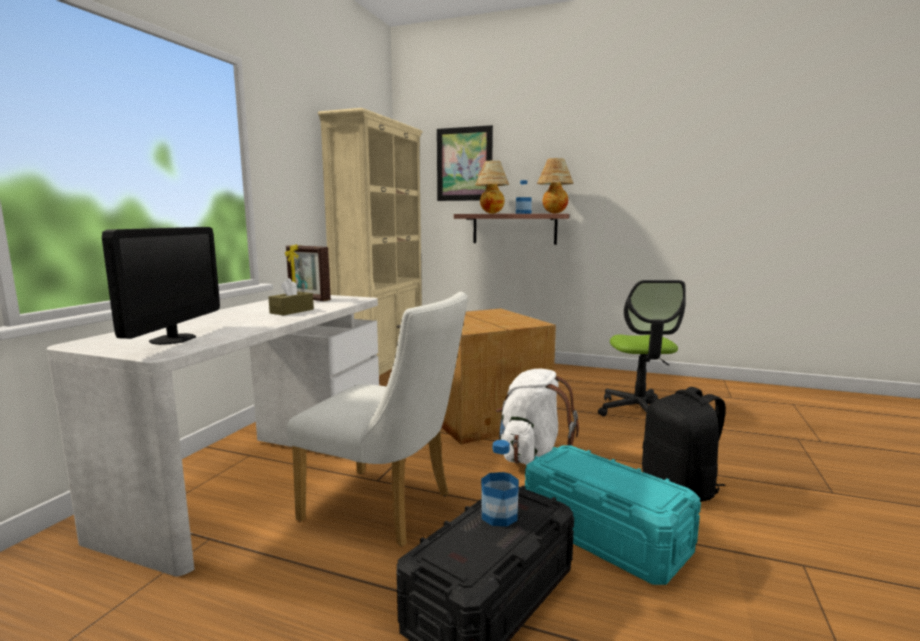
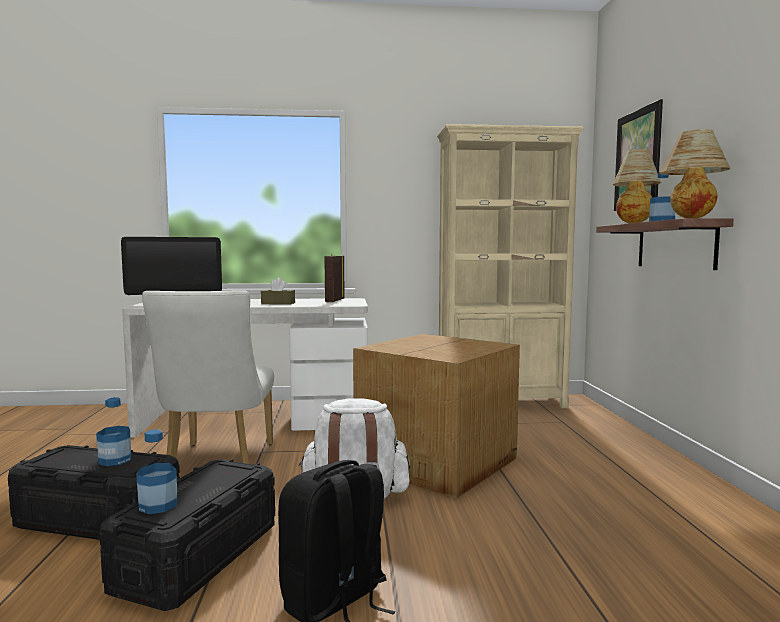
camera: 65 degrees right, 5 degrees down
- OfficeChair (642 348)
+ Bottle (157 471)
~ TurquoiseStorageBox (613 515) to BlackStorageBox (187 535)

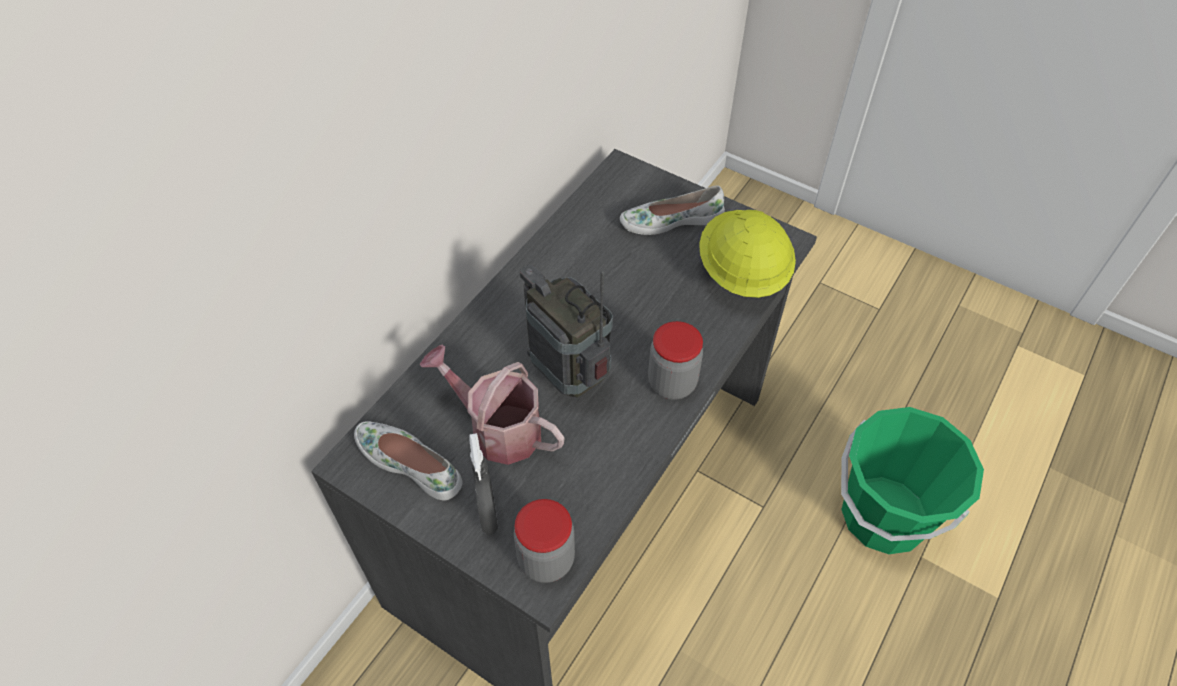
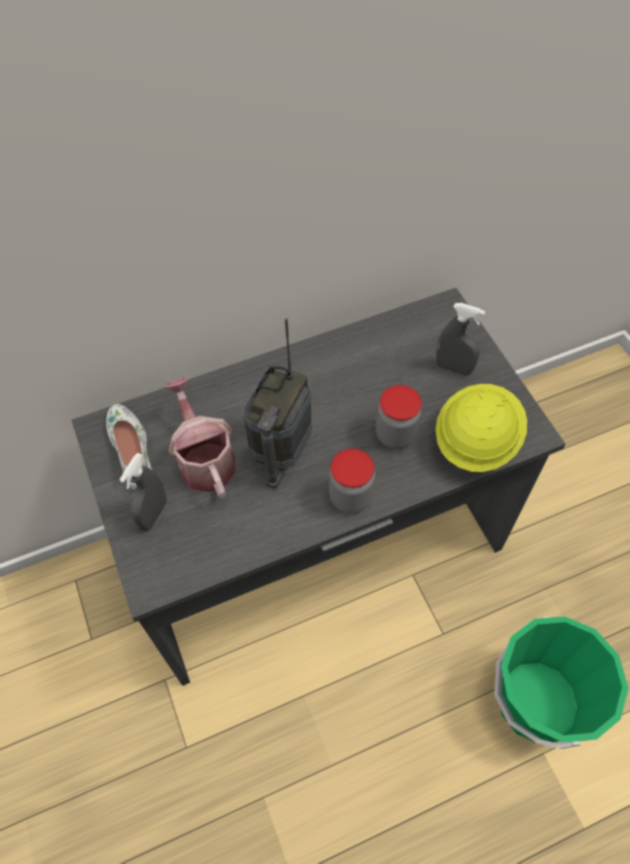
camera: 35 degrees right, 5 degrees up
~ Jar (544 541) to (399 417)
~ WhiteShoe (672 210) to GreySprayBottle (460 339)
~ Radio (566 331) = (277 403) 150 degrees counterclockwise

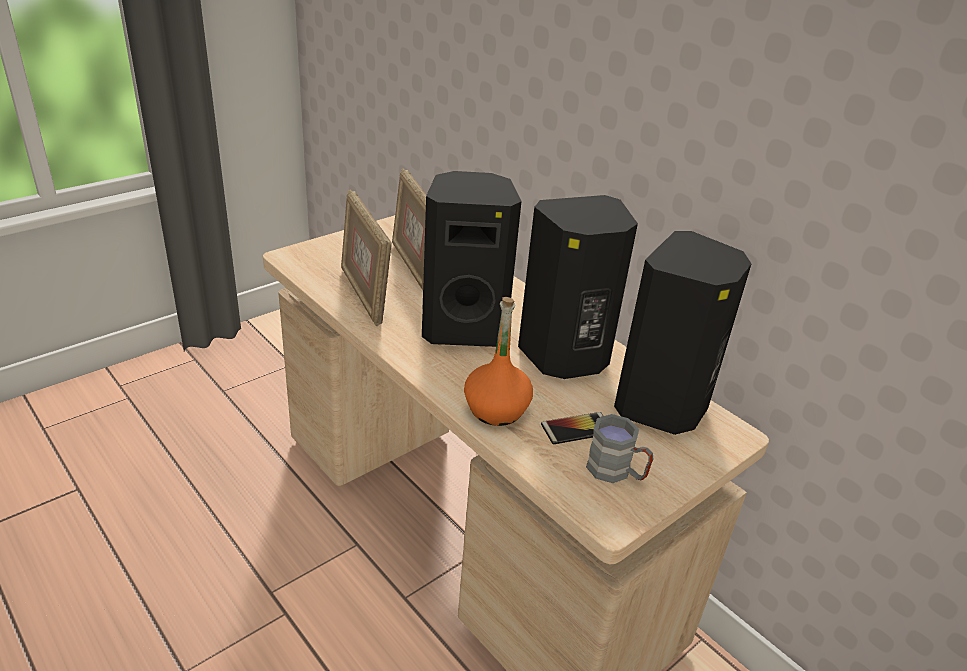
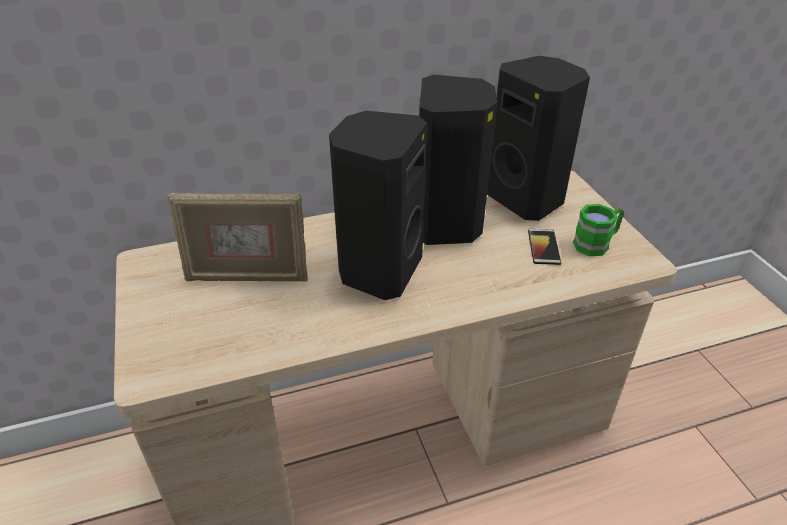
camera: 65 degrees left, 5 degrees up
- PictureFrame (366 258)
- OrangeBottle (498 361)
~ GreyMug (619 448) to GreenMug (598 230)

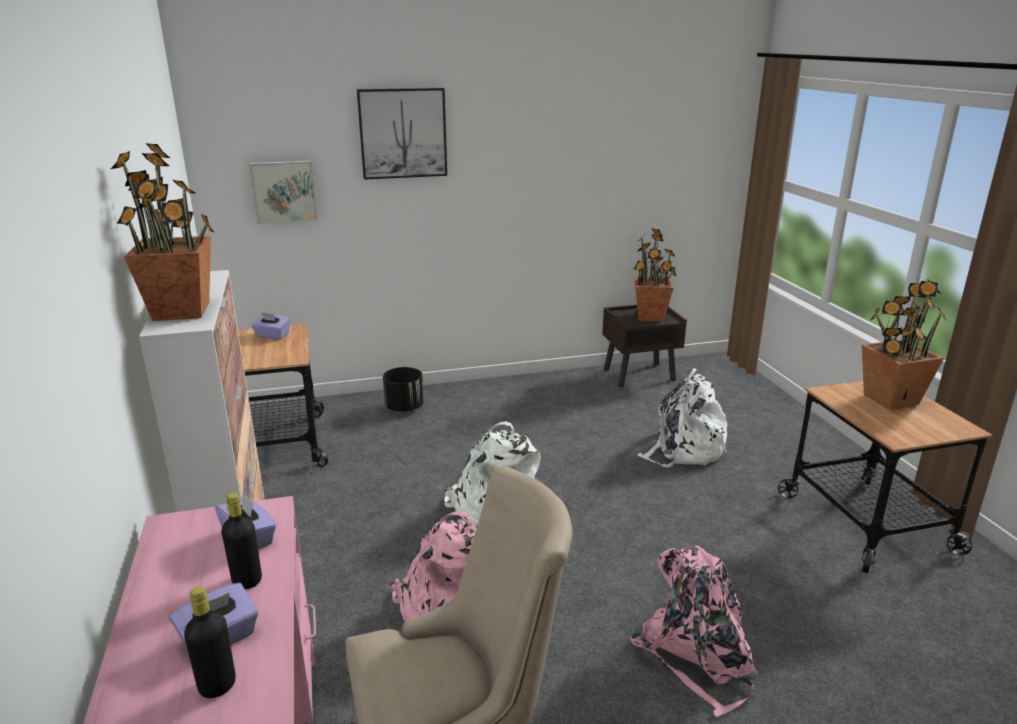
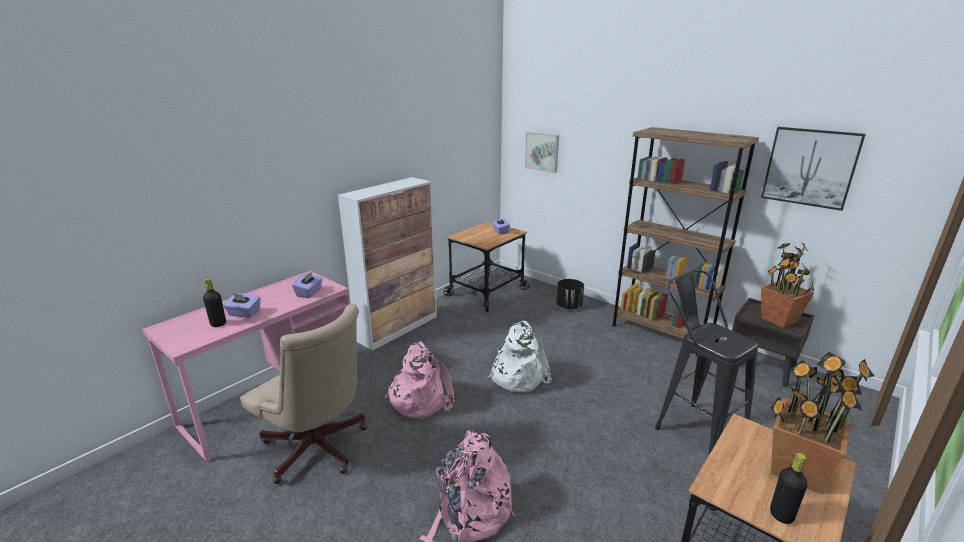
camera: 55 degrees right, 0 degrees up
- PottedPlant (162 232)
+ BrownBookcase (685 241)
~ BlackBottle (241 541) to (789 488)
~ Picture (402 134) to (813 169)
~ WhiteBackpack (682 418) to BlackStool (706 362)

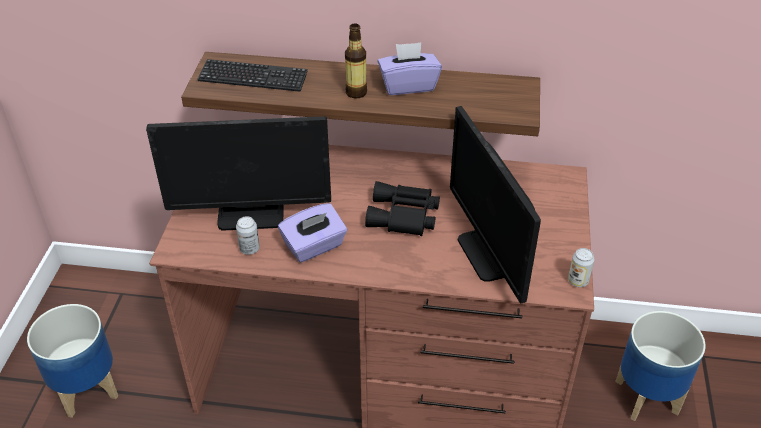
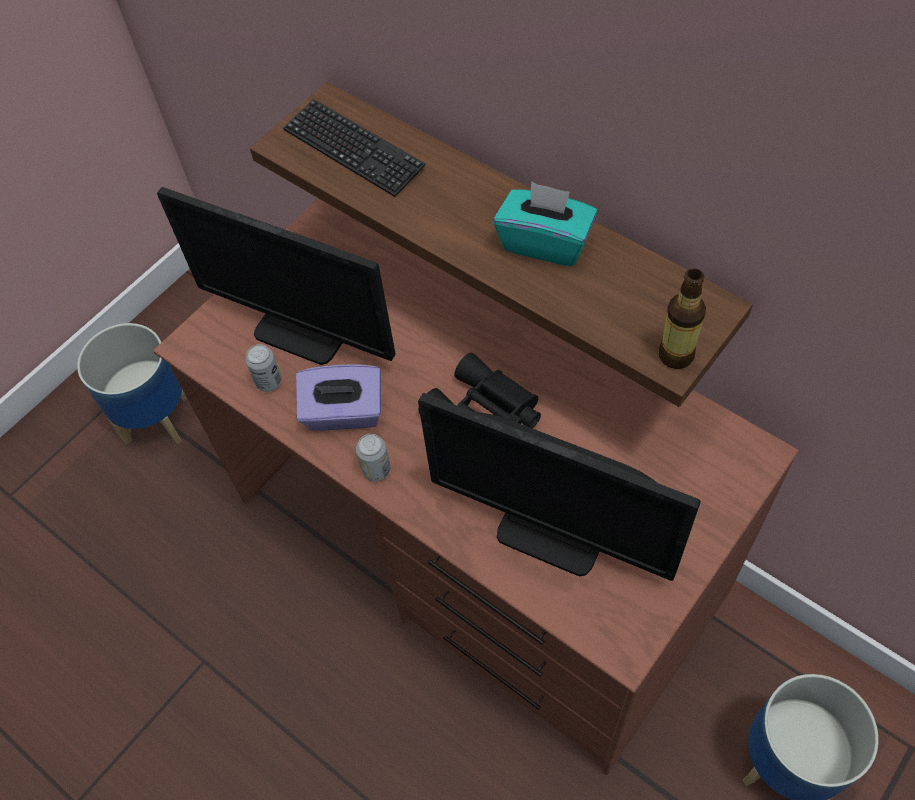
camera: 35 degrees right, 15 degrees up
~ Bottle (356 60) to (682 318)
~ Can (581 267) to (373 458)
~ PurpleTissueBox (409 68) to TurquoiseTissueBox (545 223)
~ Monitor (495 205) = (559 487) 75 degrees counterclockwise

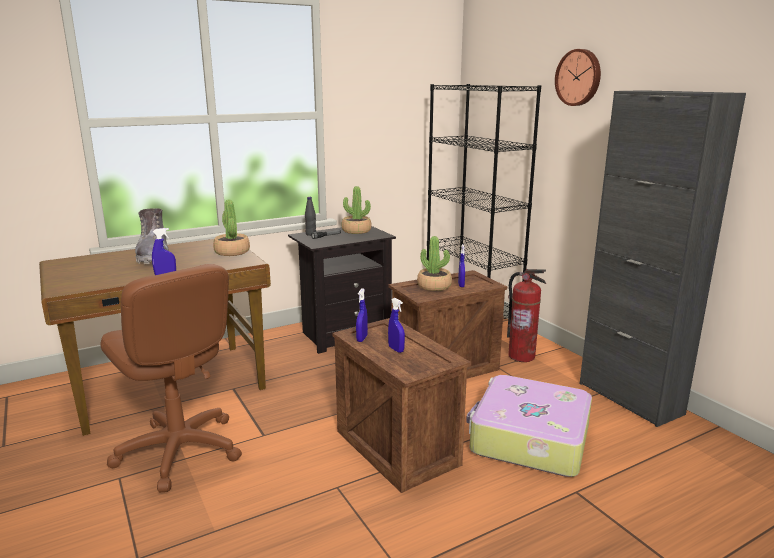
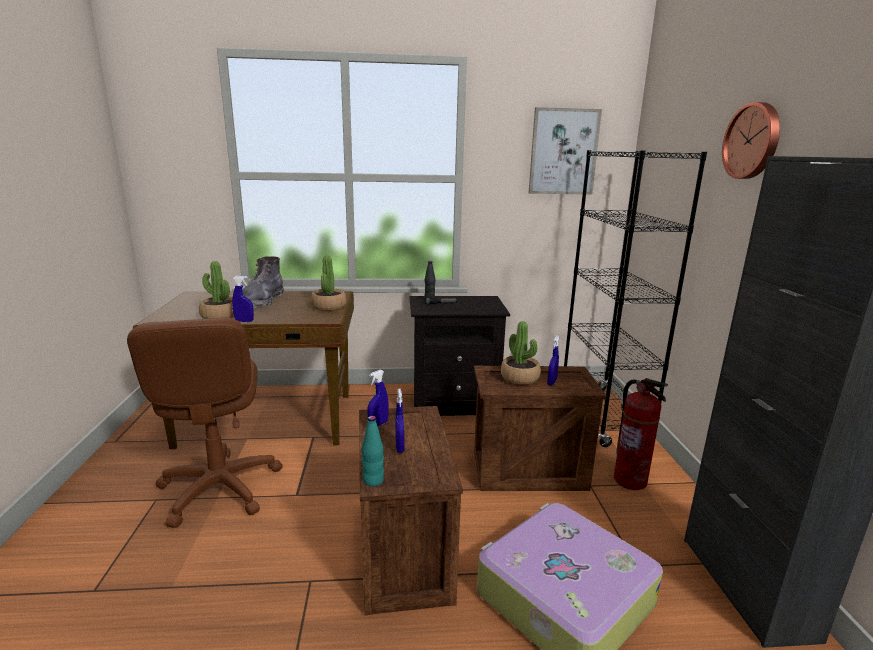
camera: 25 degrees right, 0 degrees up
+ TurquoiseBottle (373 451)
+ Picture (565 151)
~ PottedPlant (356 210) to (216 290)

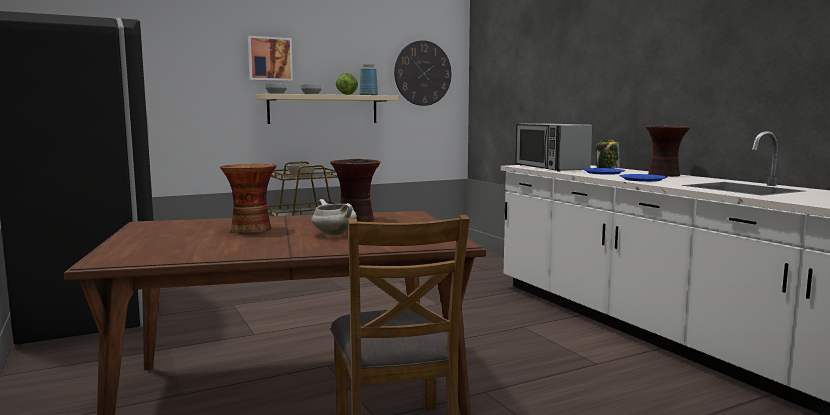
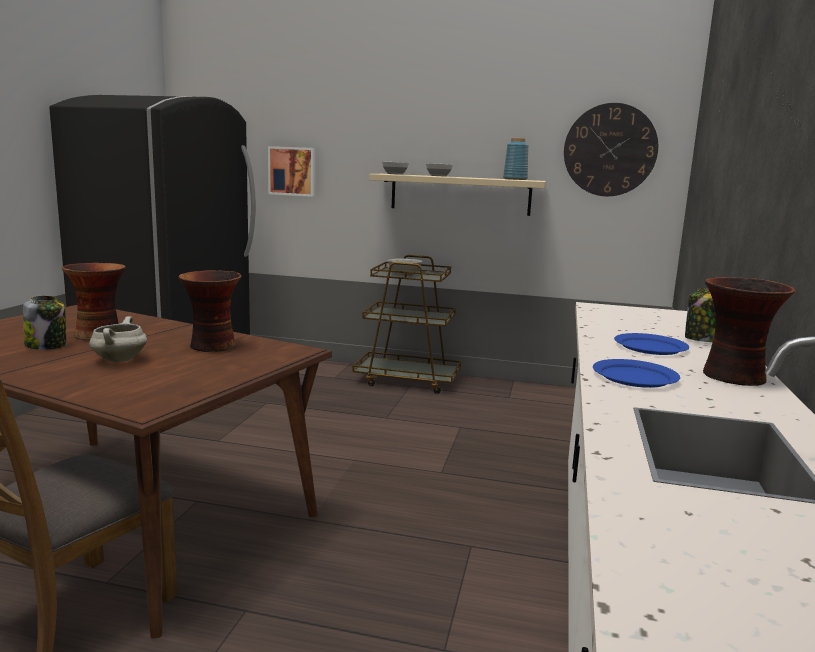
camera: 40 degrees right, 5 degrees up
- Lettuce (347 84)
- Microwave (553 147)
+ Jar (45 323)
~ Picture (270 58) to (291 171)

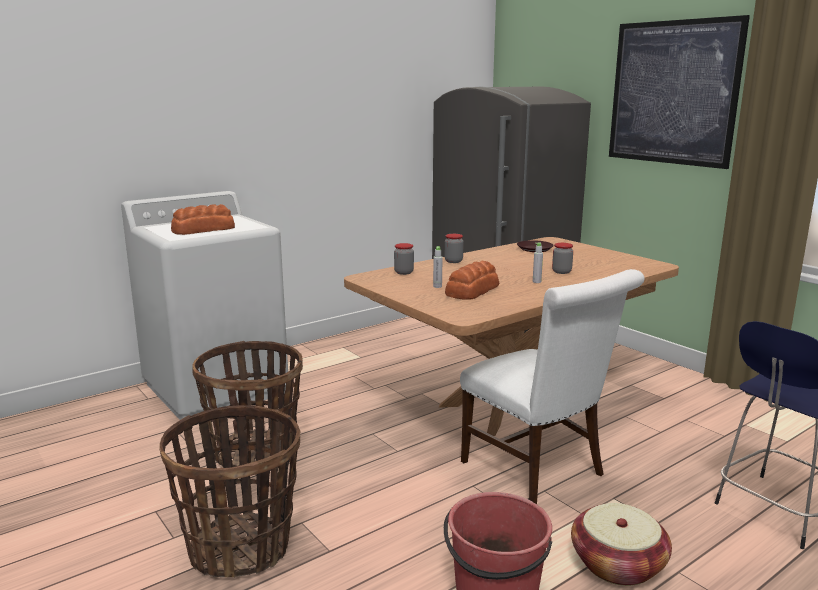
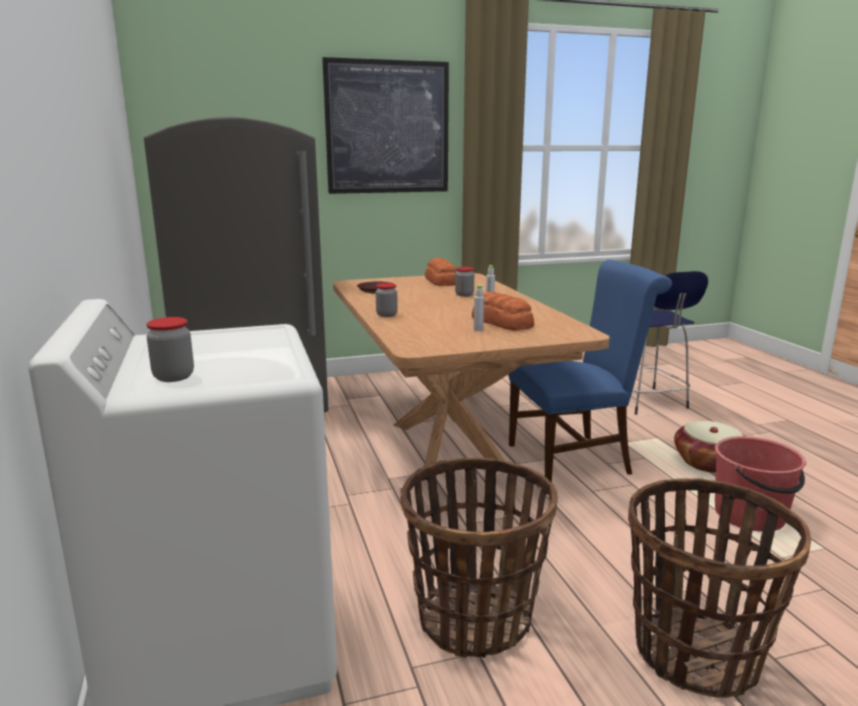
camera: 70 degrees left, 0 degrees up
~ Bread (203 219) to (440 272)
~ Jar (404 259) to (170 349)
~ WhiteChair (552 386) to BlueChair (590 371)

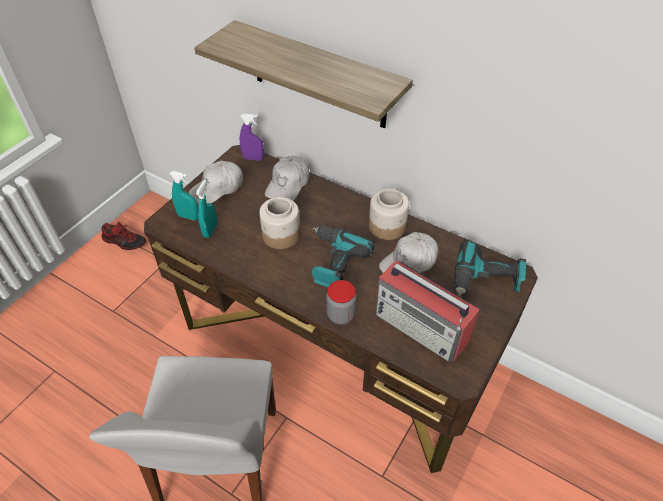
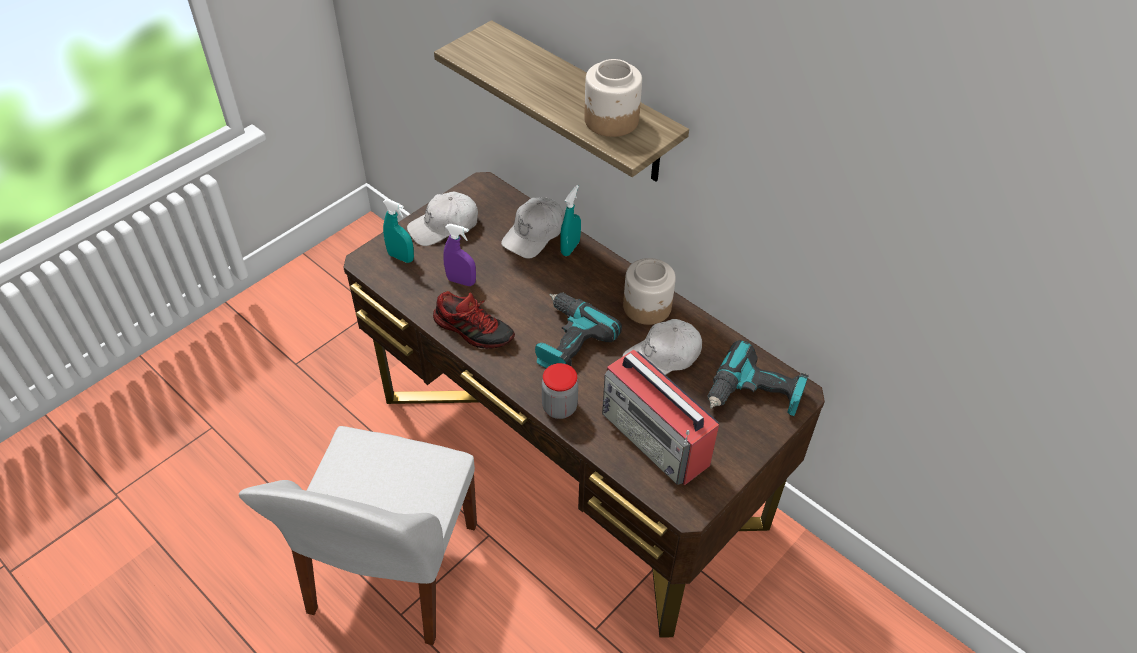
camera: 10 degrees right, 0 degrees up
~ Shoe (124 236) to (474 320)
~ TurquoiseSprayBottle (207 209) to (570 220)
~ PurpleSprayBottle (252 137) to (459 255)
~ Jar (279 223) to (613 98)

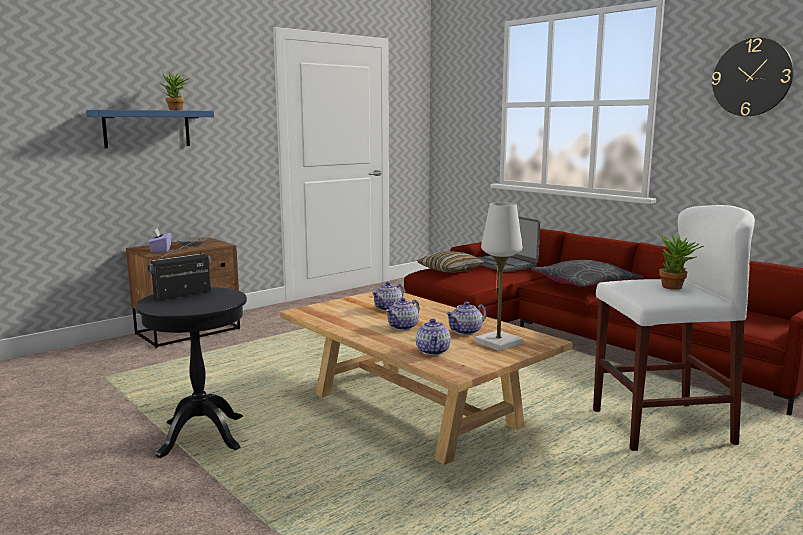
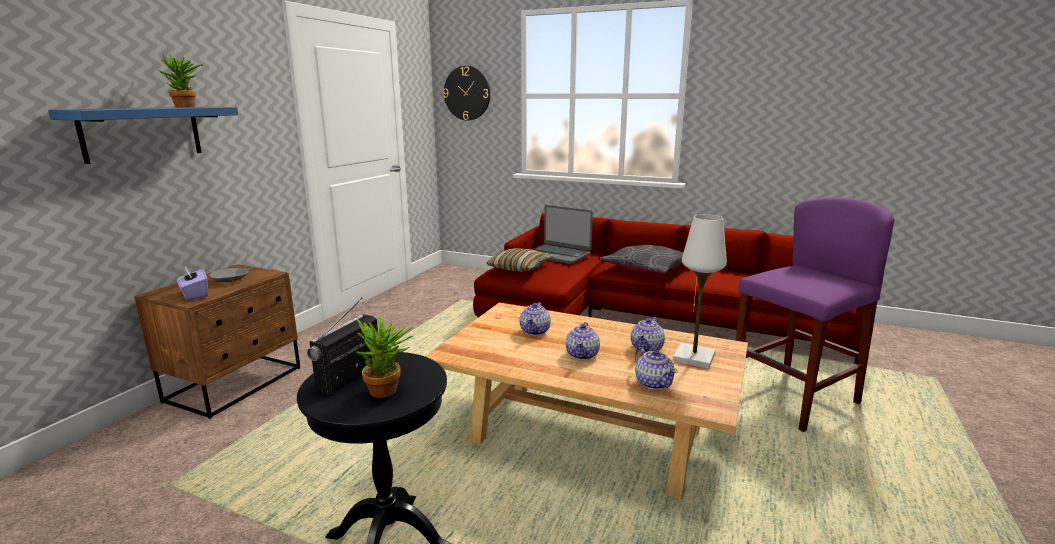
camera: 25 degrees left, 5 degrees up
~ PottedPlant (681 262) to (385 355)
~ WallClock (753 77) to (466 93)
~ WhiteStool (674 328) to PurpleStool (815 314)

